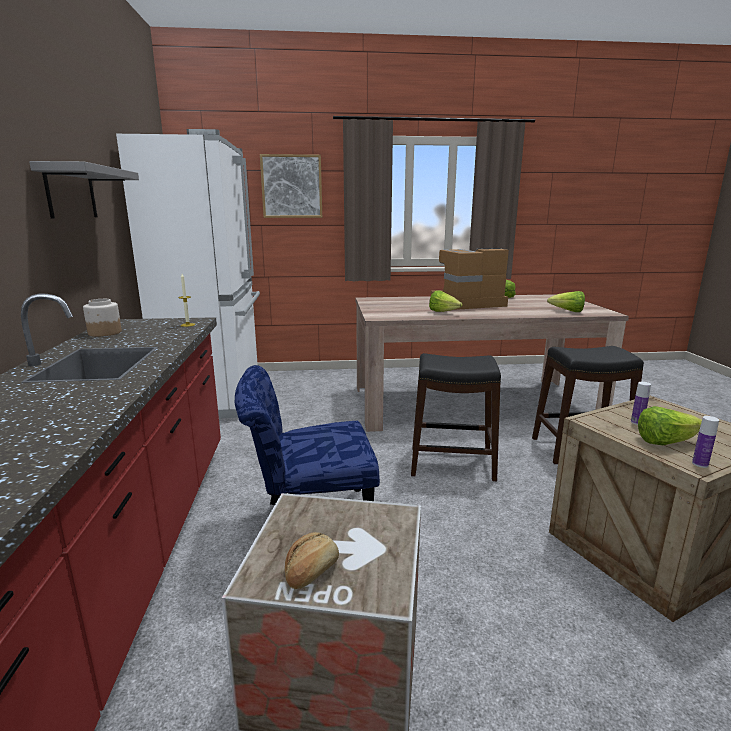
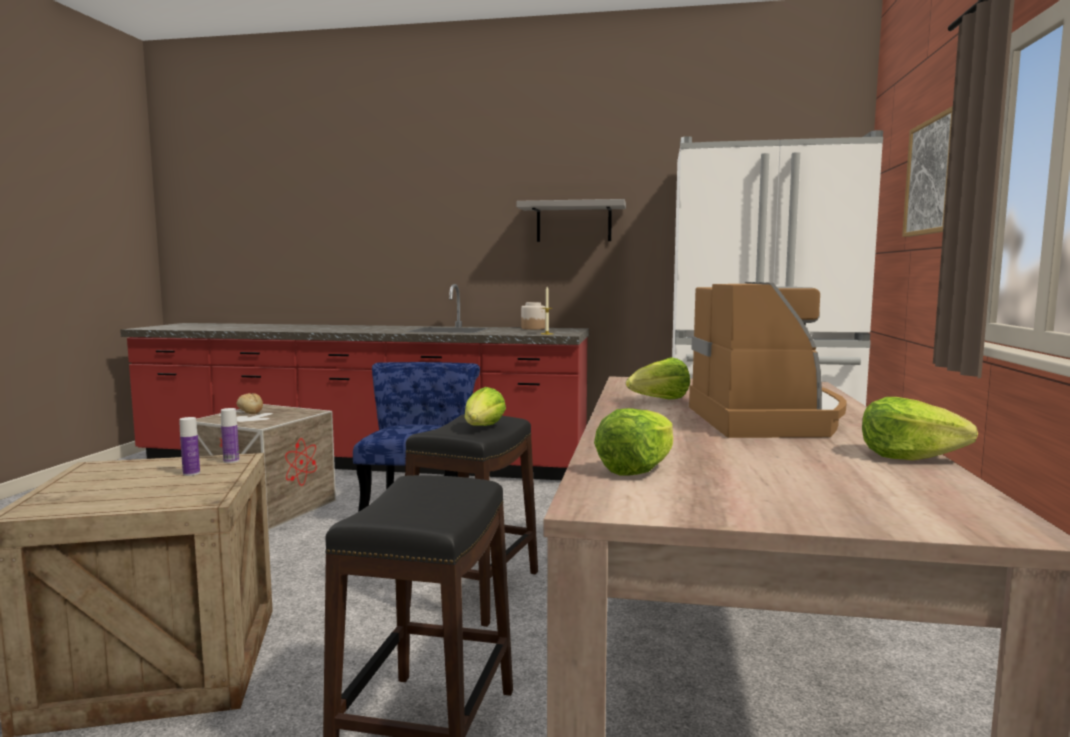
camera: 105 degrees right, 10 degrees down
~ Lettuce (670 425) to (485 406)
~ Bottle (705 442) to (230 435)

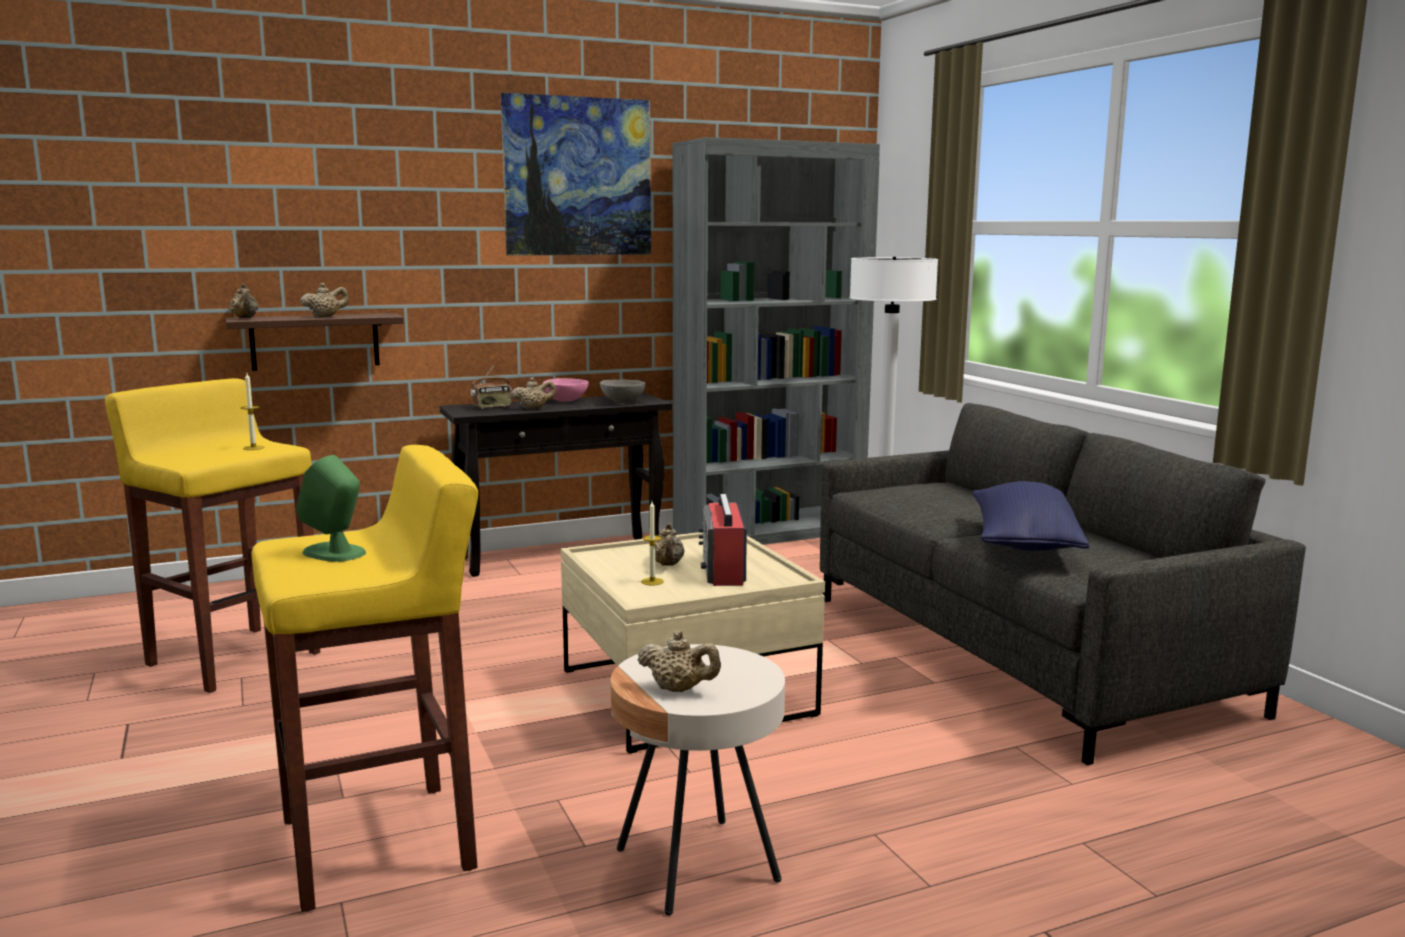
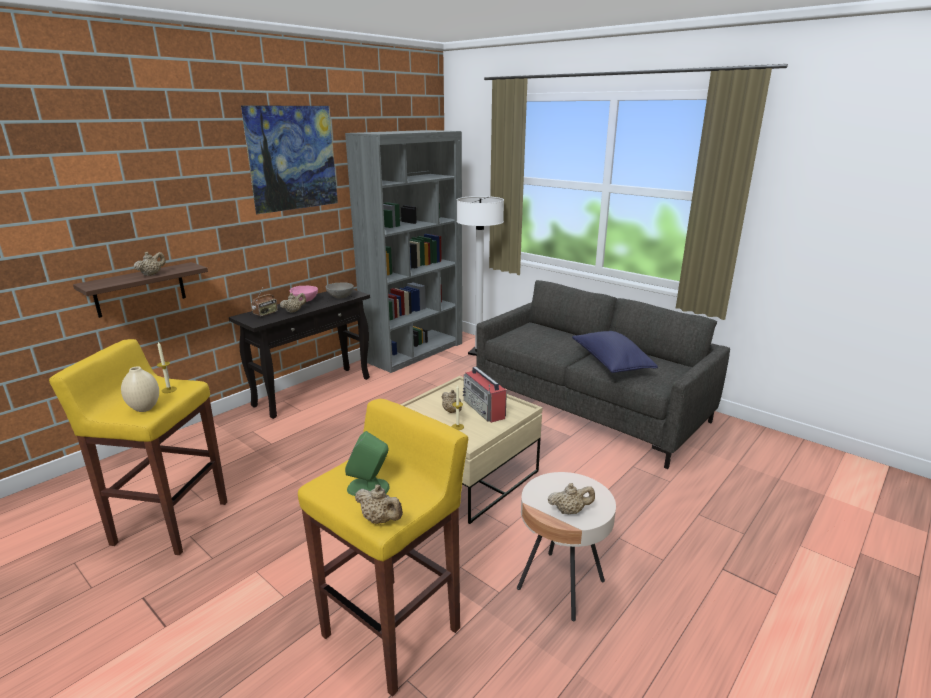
camera: 25 degrees left, 10 degrees up
+ BeigeVase (140 389)
~ BeigeTeapot (243 301) to (379 504)

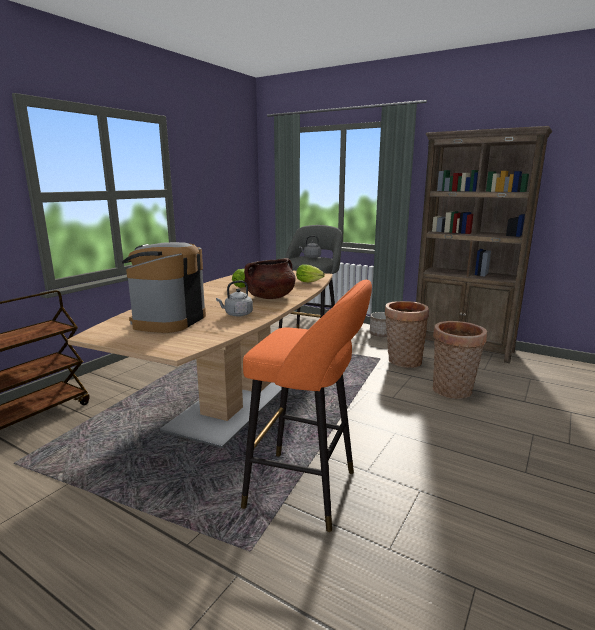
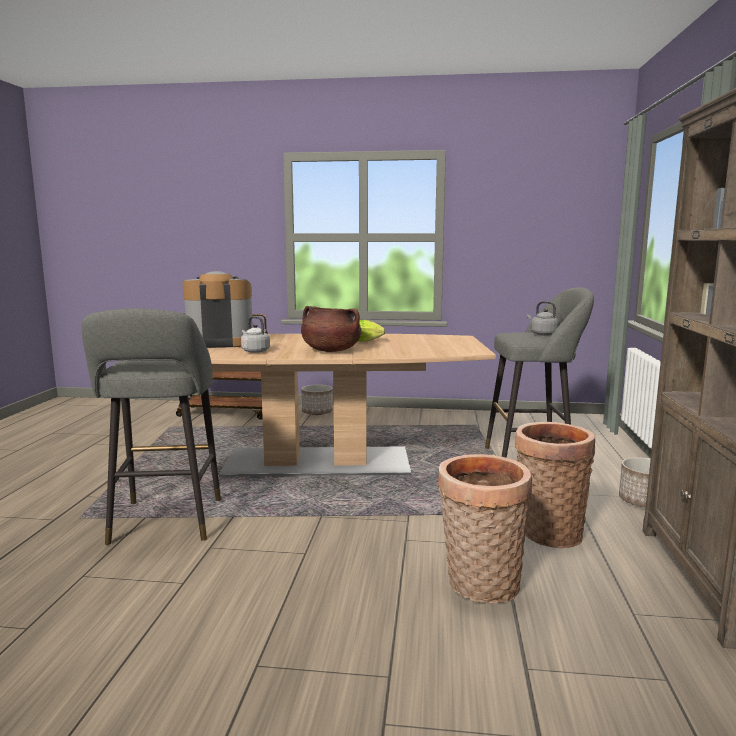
camera: 65 degrees right, 5 degrees down
- Lettuce (310 273)
+ Planter (317 399)
~ OrangeStool (306 406) to GreyStool (151 426)

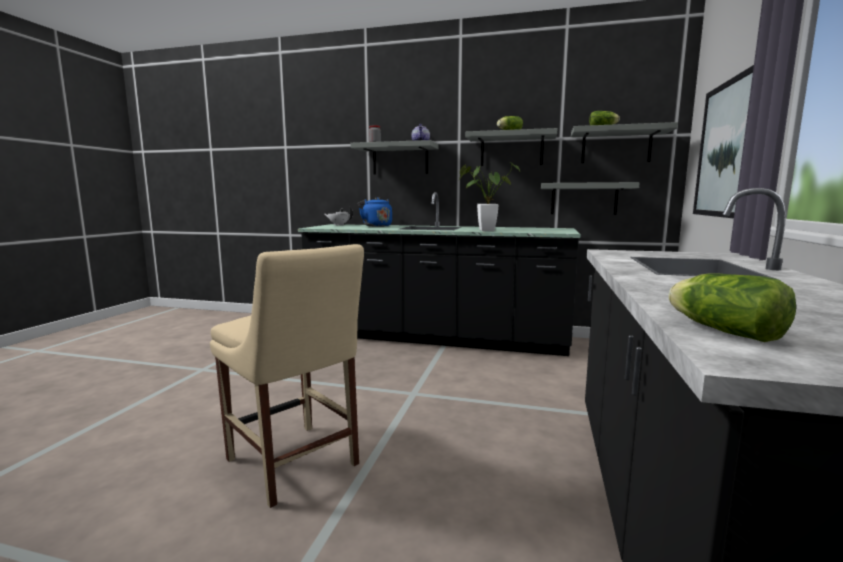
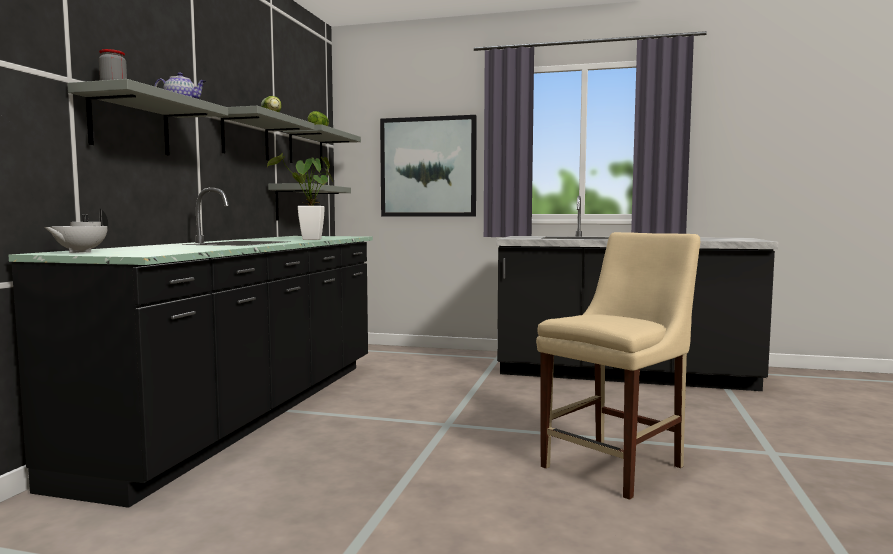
camera: 90 degrees left, 5 degrees down
- BlueKettle (375 212)
- Lettuce (732 307)

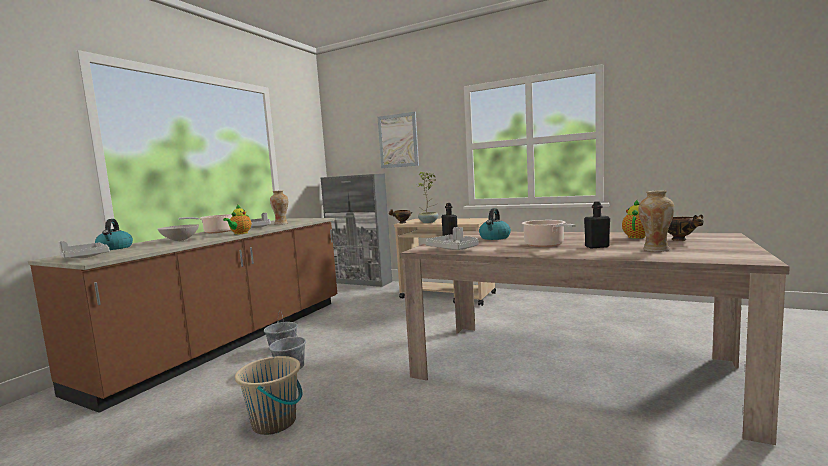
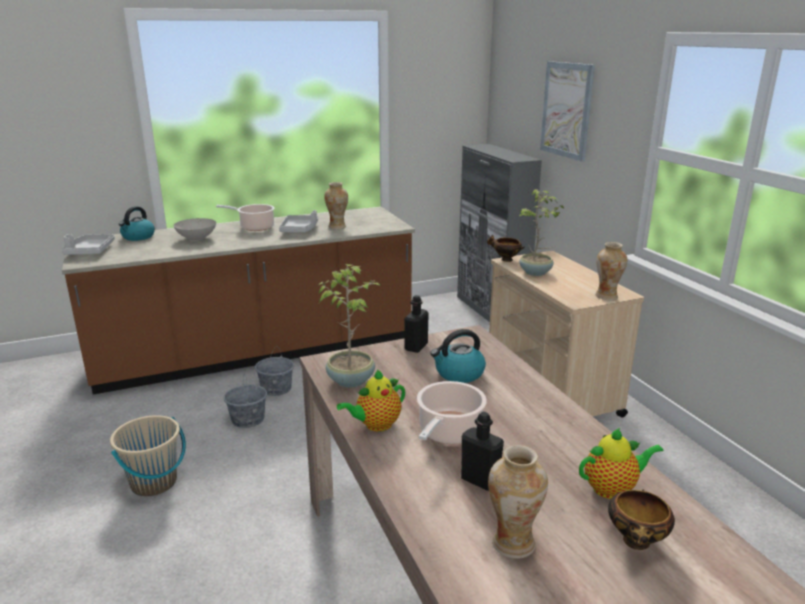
camera: 40 degrees right, 15 degrees up
+ Vase (611 271)
~ Teapot (237 219) to (371 401)
~ GreyTray (452 238) to PottedPlant (349 326)

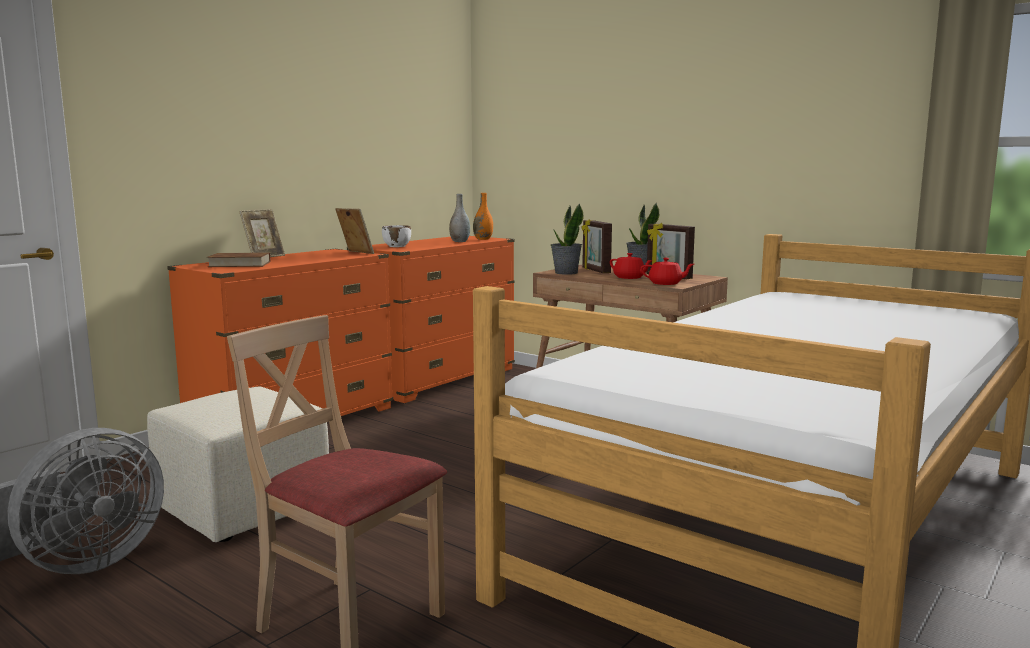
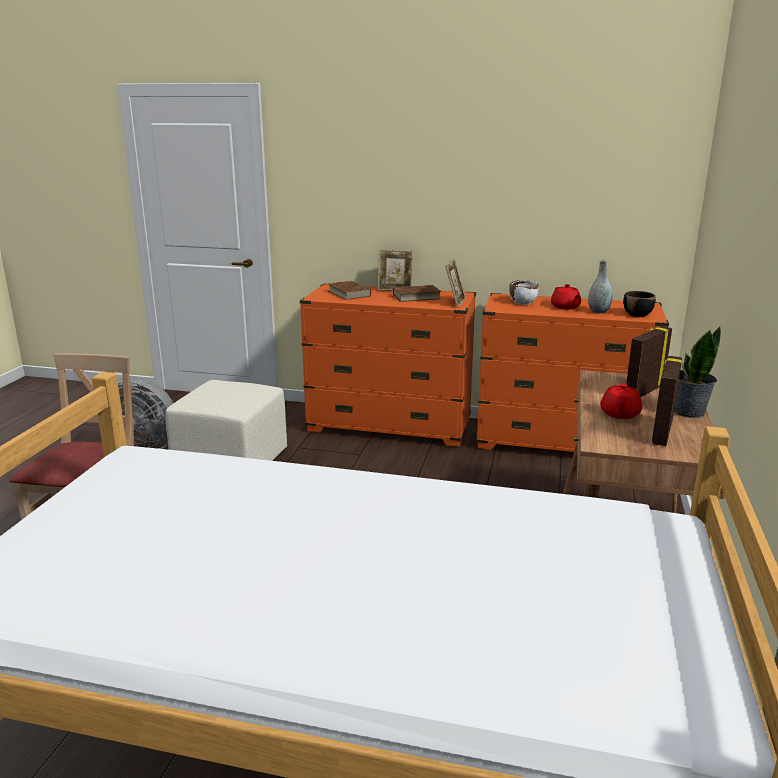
camera: 65 degrees right, 10 degrees up
- PottedPlant (567 239)
+ BrownBook (416 293)
~ RedTeapot (667 271) to (566 296)
~ OrangeVase (483 216) to BlackBowl (639 304)

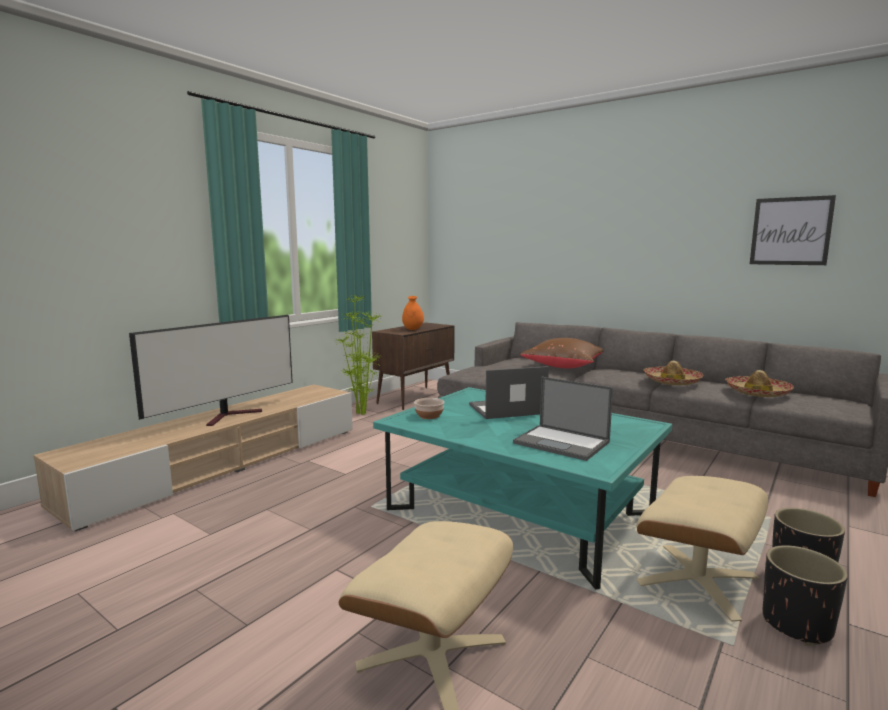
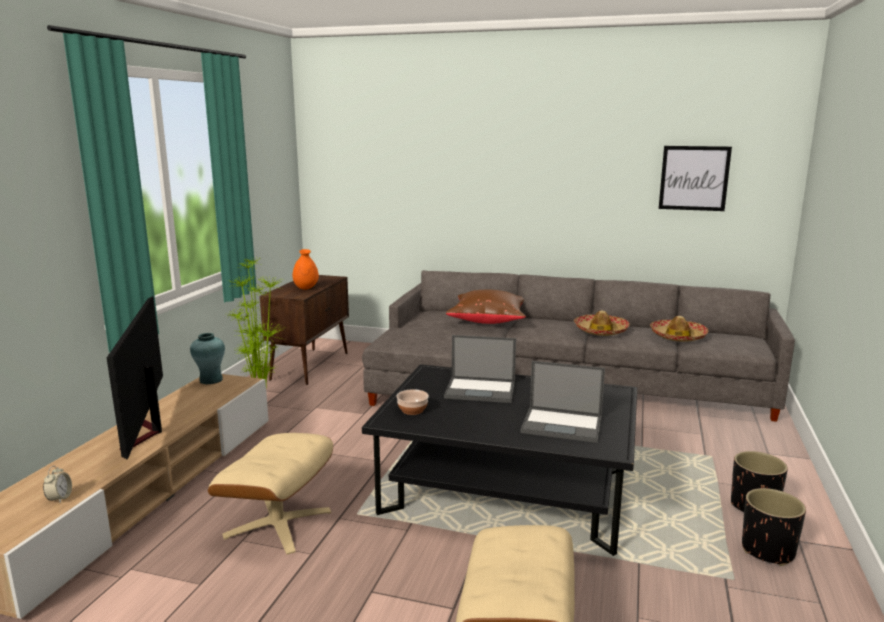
camera: 20 degrees left, 5 degrees up
+ AlarmClock (57 484)
+ TurquoiseVase (207 358)
~ BeigeOttoman (702 549) to (270 493)
~ TurquoiseCoffeeTable (522 488) to BlackCoffeeTable (499 460)
~ Television (211 370) = (135 378) 150 degrees clockwise
~ Laptop (509 392) = (480 369) 135 degrees counterclockwise

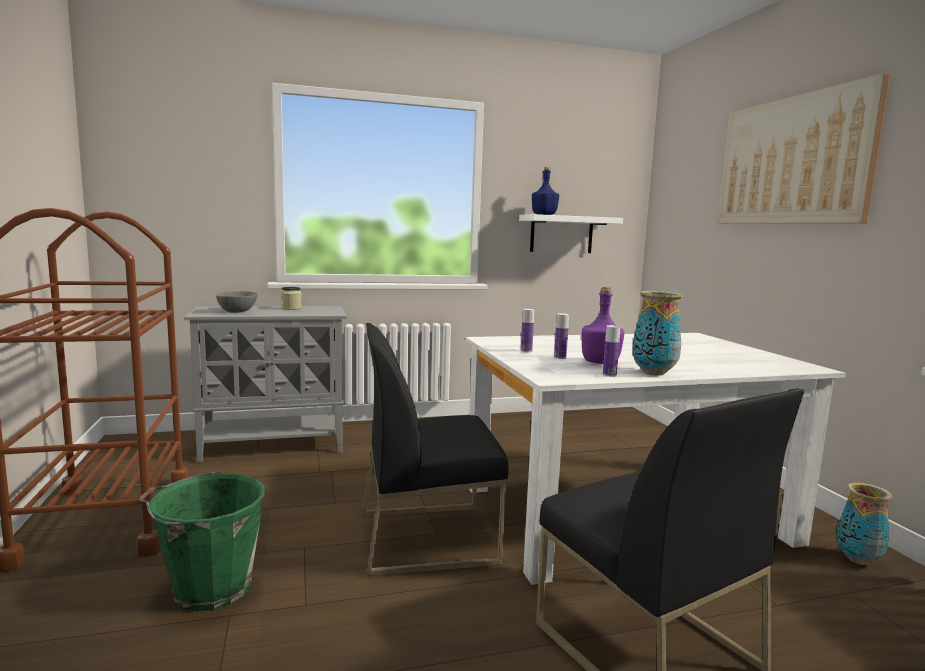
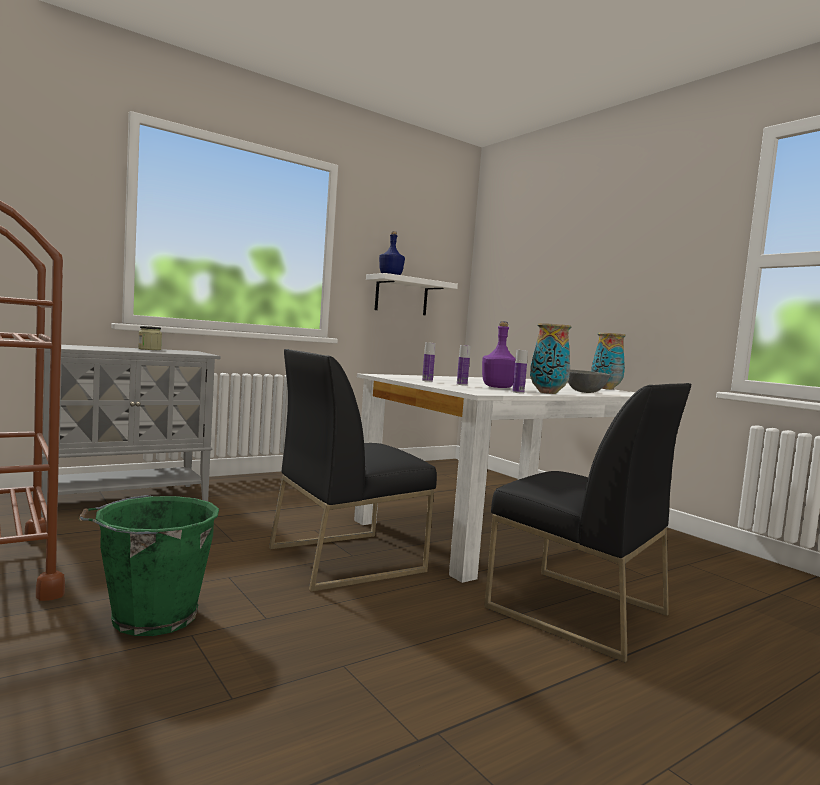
camera: 20 degrees left, 5 degrees down
- Picture (803 148)
~ GreyBowl (237 302) to (589 381)
~ Vase (864 523) to (608 361)

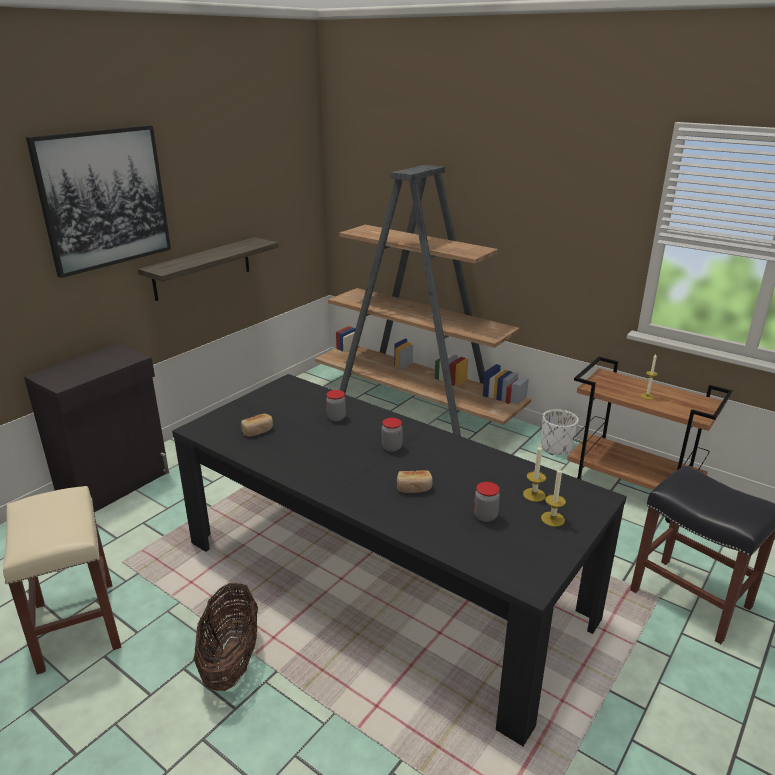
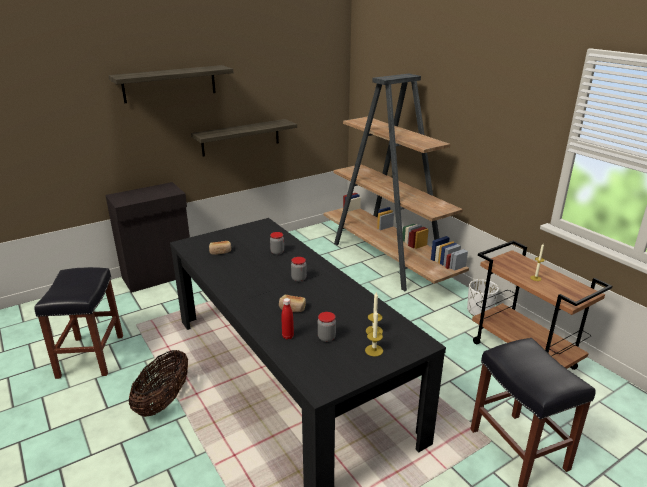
camera: 20 degrees right, 0 degrees up
+ RedBottle (287 319)
~ Picture (98 201) to Shelf (170 84)
~ BeigeStool (62 580) to BlackStool (78 323)

